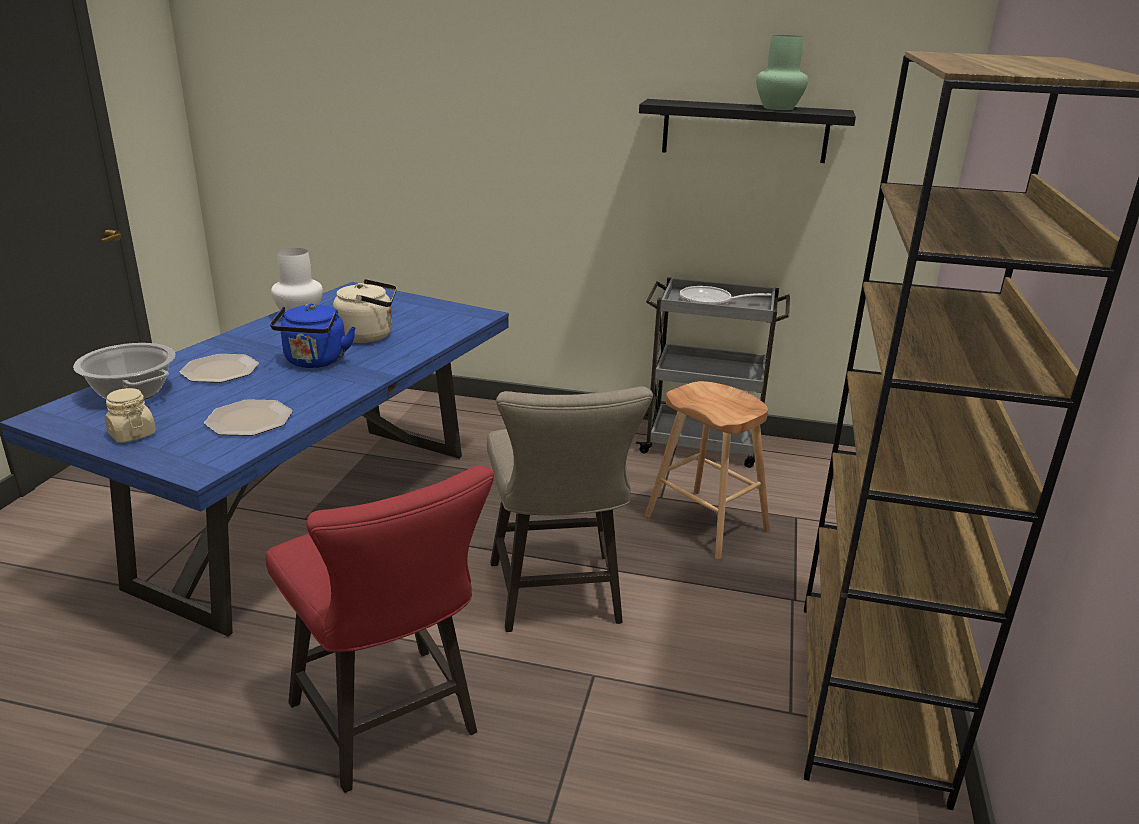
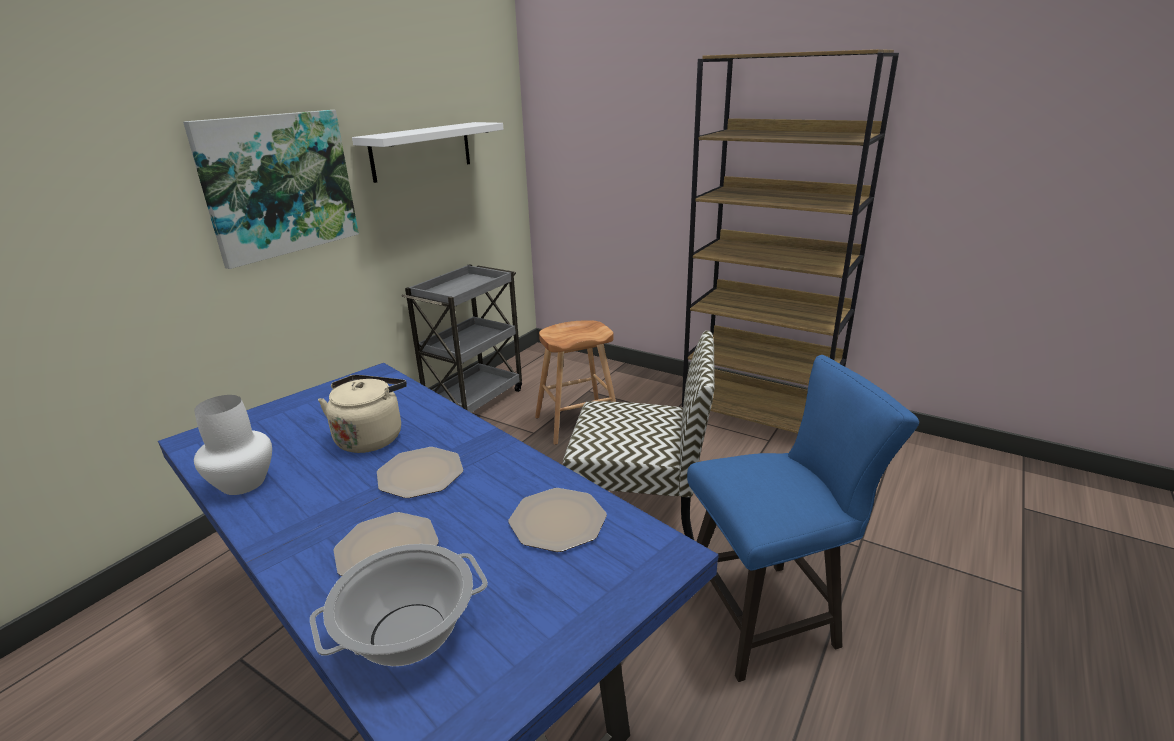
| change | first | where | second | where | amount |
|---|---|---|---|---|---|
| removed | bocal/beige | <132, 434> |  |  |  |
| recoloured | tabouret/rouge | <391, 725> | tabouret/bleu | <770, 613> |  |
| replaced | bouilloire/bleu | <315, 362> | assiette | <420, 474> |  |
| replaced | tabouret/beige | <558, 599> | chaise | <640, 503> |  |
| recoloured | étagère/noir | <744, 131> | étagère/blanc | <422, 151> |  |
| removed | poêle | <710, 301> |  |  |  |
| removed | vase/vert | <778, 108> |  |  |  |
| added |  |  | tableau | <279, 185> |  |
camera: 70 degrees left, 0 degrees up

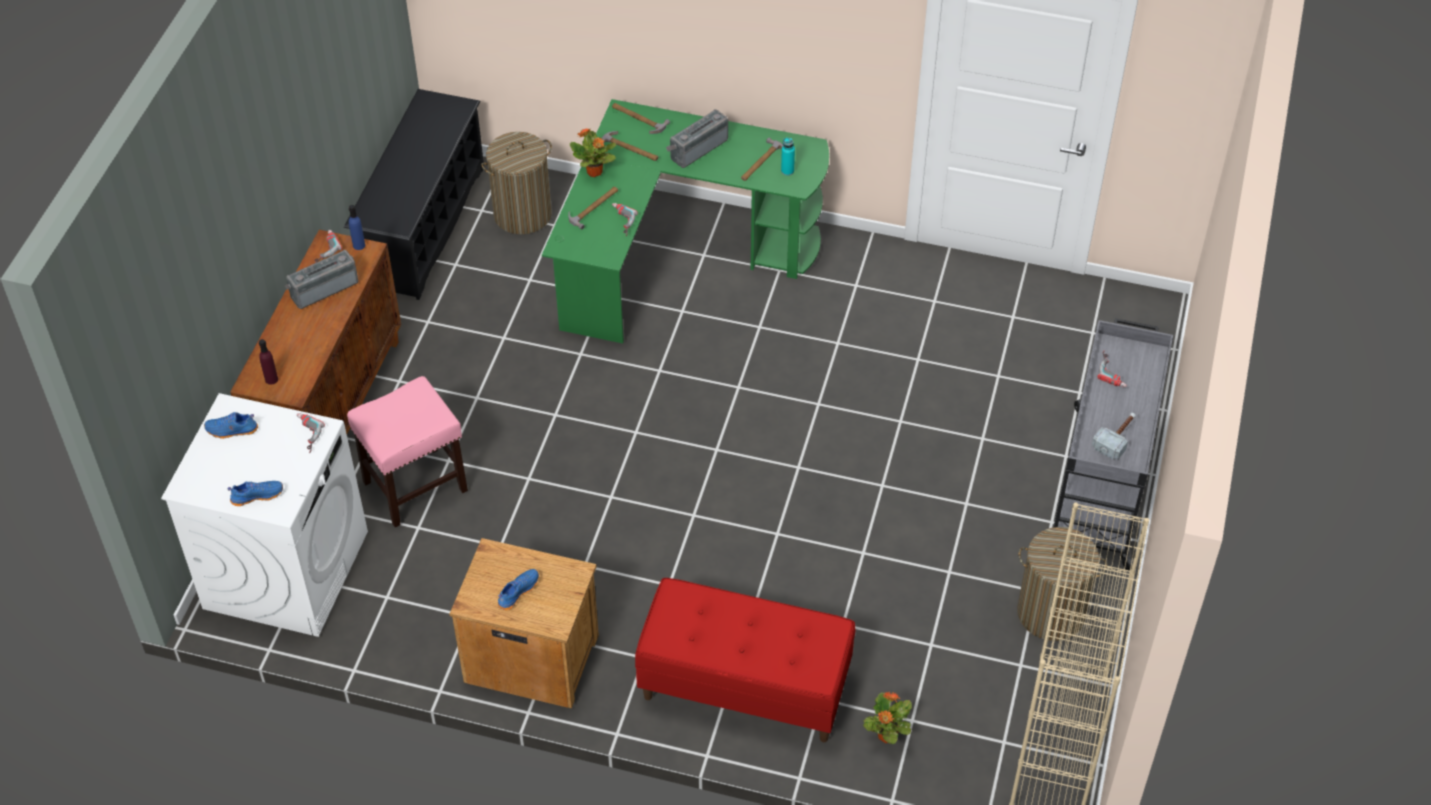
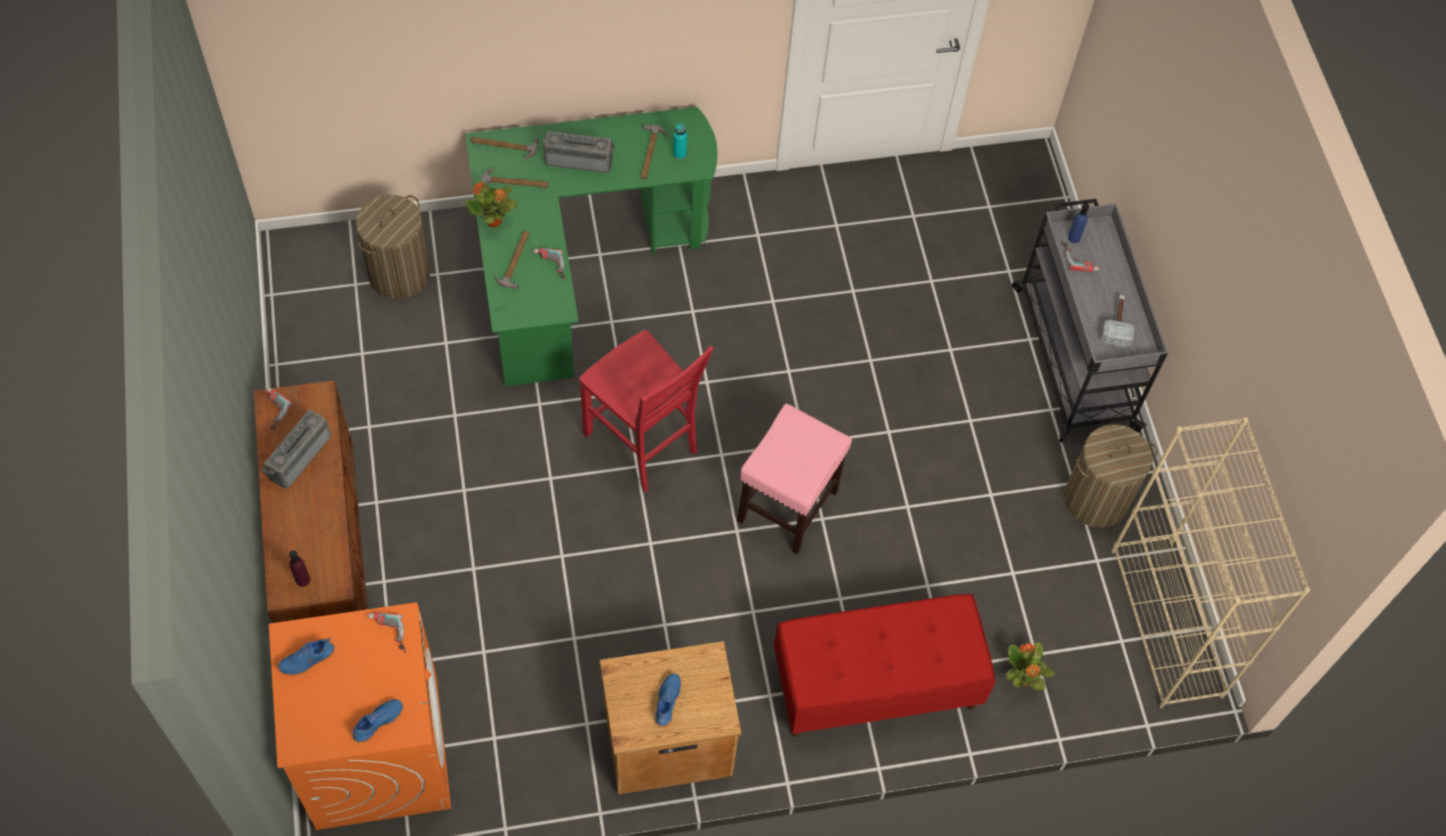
| change | first | where | second | where | amount |
|---|---|---|---|---|---|
| recoloured | lave-linge/blanc | <286, 569> | lave-linge/orange | <377, 751> |  |
| removed | étagère à chaussures/noir | <423, 226> |  |  |  |
| moved | tabouret/rose | <416, 485> |  | <788, 504> |  |
| moved | bouteille/bleu | <359, 245> |  | <1074, 238> |  |
| turned | radio | <697, 148> |  | <579, 159> | 75 degrees clockwise |
| added |  |  | chaise/rouge | <643, 444> |  |
camera: 30 degrees left, 10 degrees up

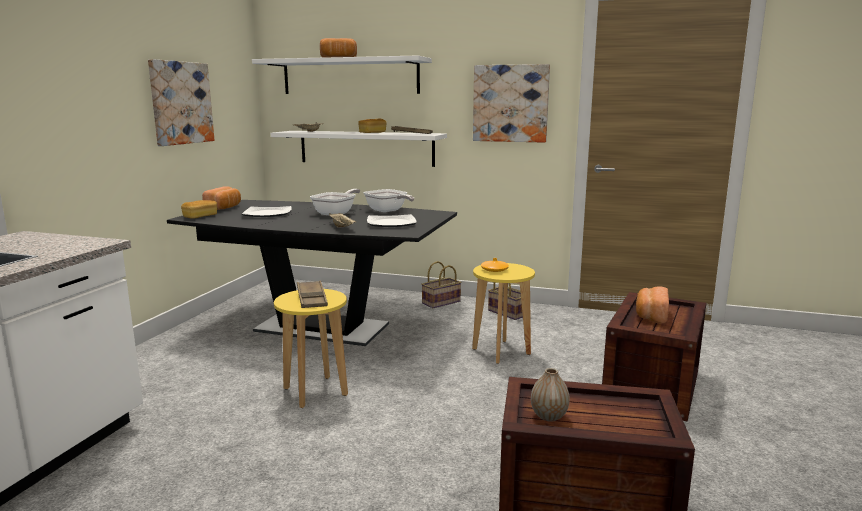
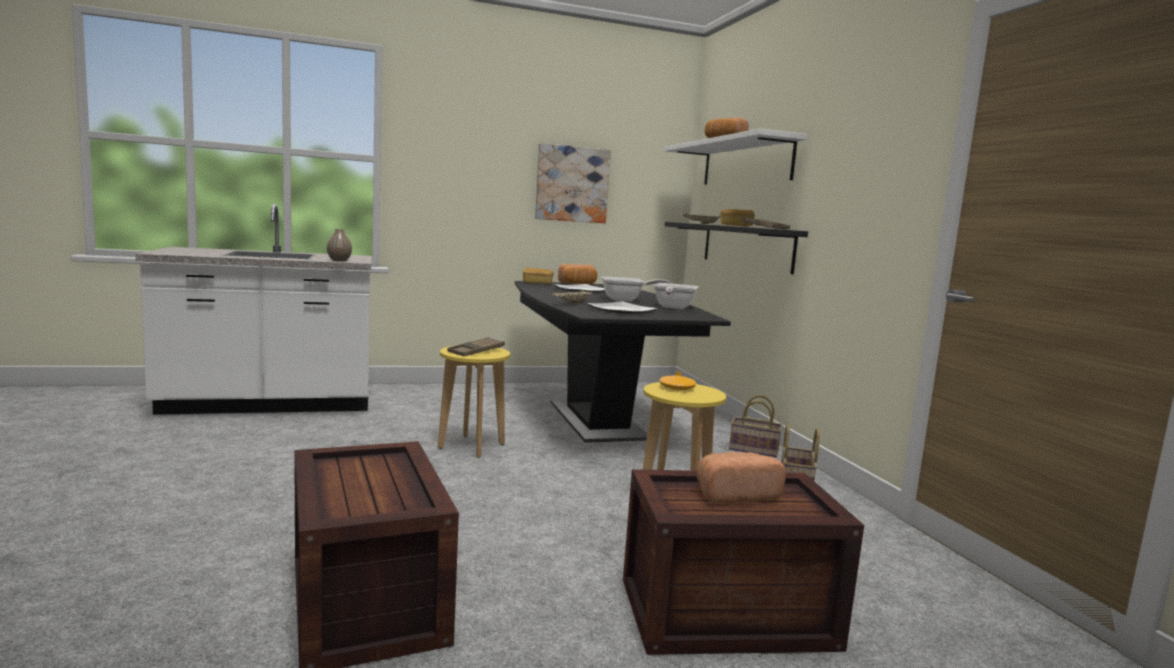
| change | first | where | second | where | amount |
|---|---|---|---|---|---|
| recoloured | étagère/blanc | <366, 148> | étagère/noir | <746, 246> |  |
| removed | tableau | <510, 103> |  |  |  |
| moved | vase | <549, 416> |  | <339, 260> |  |
camera: 55 degrees right, 5 degrees down

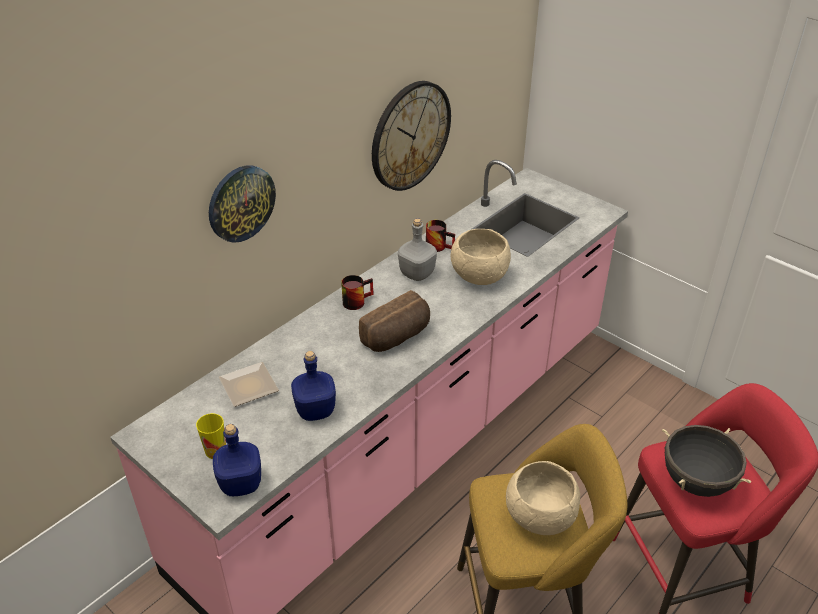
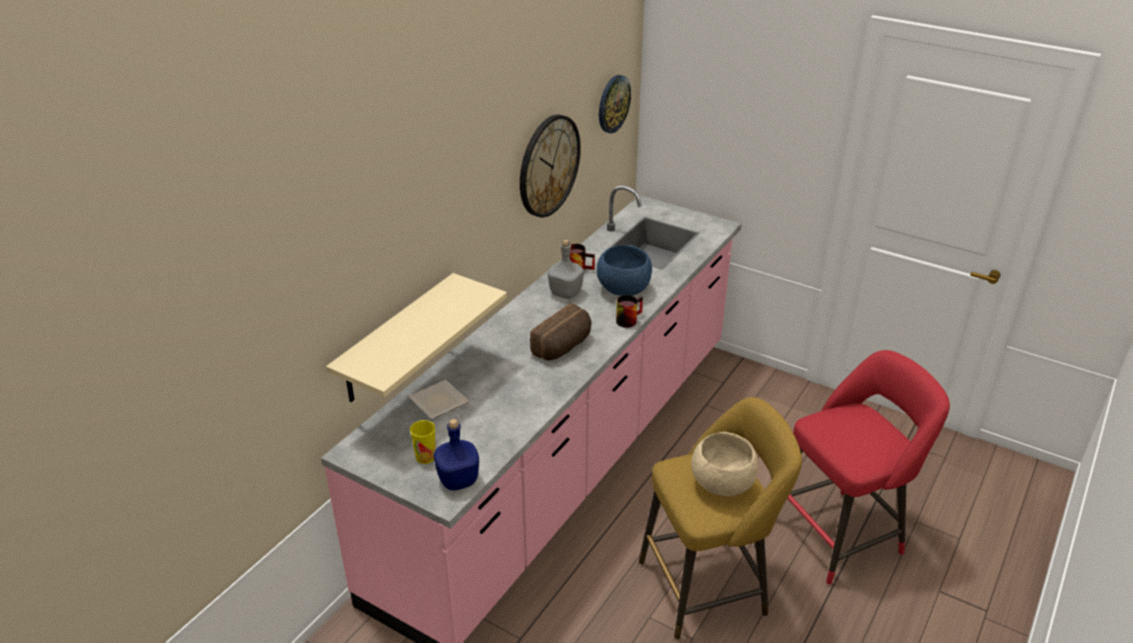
| change | first | where | second | where | amount |
|---|---|---|---|---|---|
| moved | horloge murale | <241, 203> |  | <613, 103> |  |
| removed | bouteille/bleu | <316, 410> |  |  |  |
| moved | mug | <356, 300> |  | <627, 319> |  |
| recoloured | bol/beige | <479, 277> | bol/bleu | <623, 290> |  |
| removed | marmite/noir | <696, 482> |  |  |  |
| added |  |  | étagère/beige | <396, 339> |  |
camera: 10 degrees left, 5 degrees down

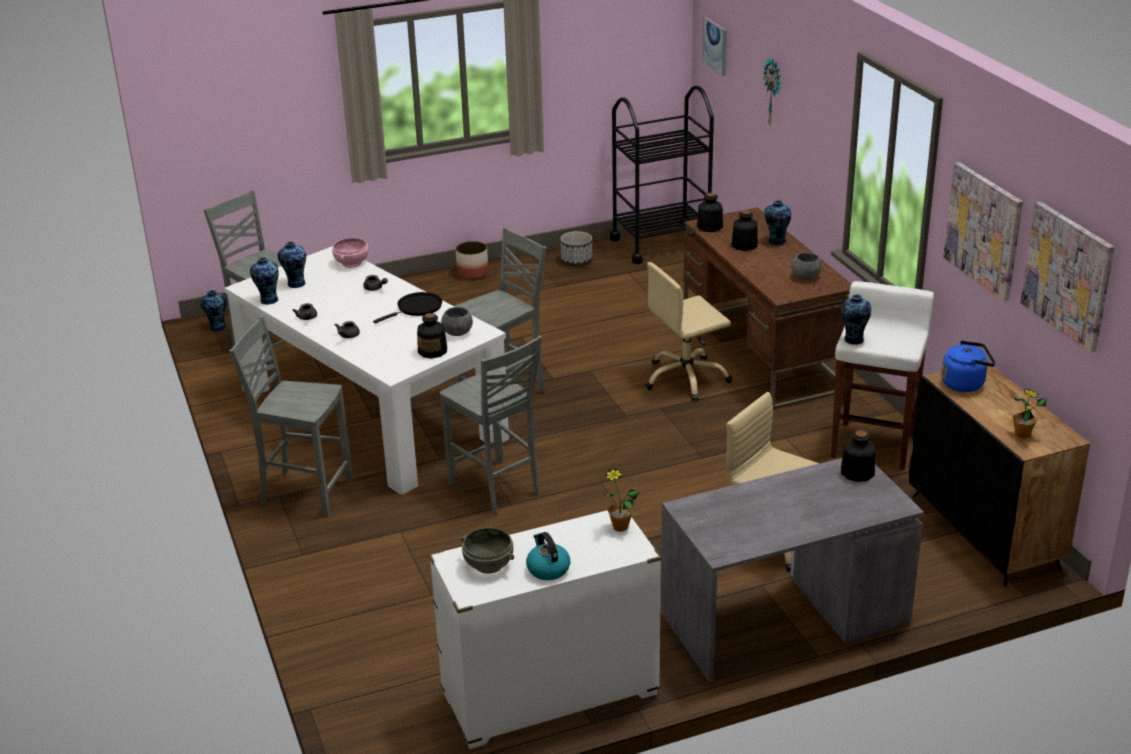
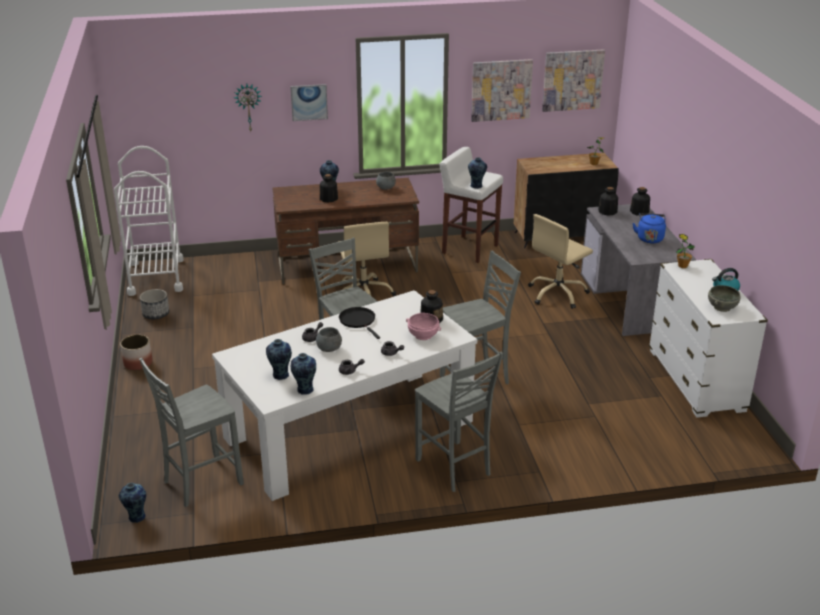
| change | first | where | second | where | amount |
|---|---|---|---|---|---|
| turned | chaise/gris | <304, 492> |  | <454, 468> | 60 degrees counterclockwise |
| moved | bol/rose | <352, 263> |  | <423, 335> |  |
| moved | bol/gris | <457, 333> |  | <329, 349> |  |
| recoloured | chariot/noir | <661, 243> | chariot/blanc | <156, 277> |  |
| moved | bouteille | <709, 227> |  | <639, 212> |  |
| moved | tableau | <715, 46> |  | <309, 102> |  |
| moved | bouilloire/bleu | <965, 383> |  | <649, 238> |  |
camera: 80 degrees left, 0 degrees up

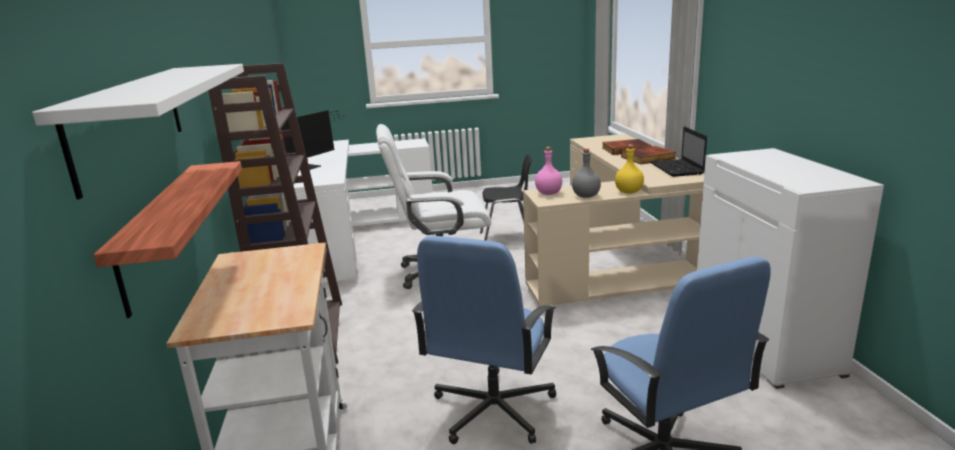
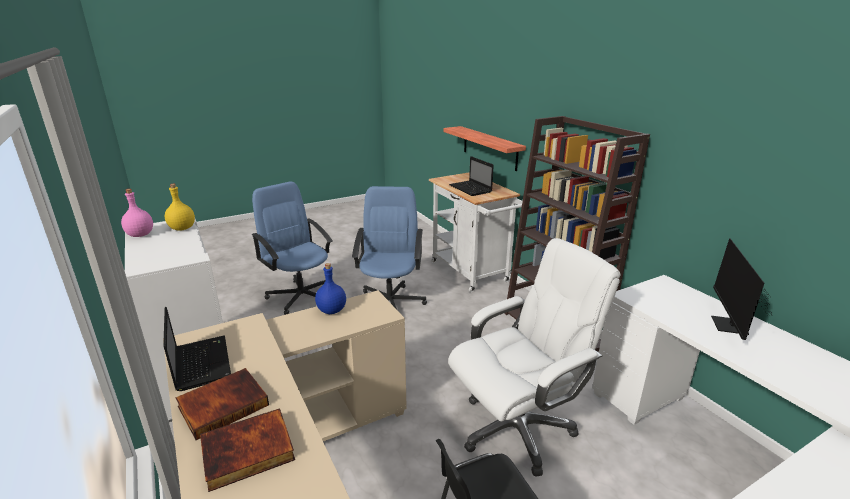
| change | first | where | second | where | amount |
|---|---|---|---|---|---|
| removed | étagère/blanc | <130, 121> |  |  |  |
| moved | bouteille/rose | <548, 193> |  | <140, 234> |  |
| recoloured | bouteille/gris | <585, 196> | bouteille/bleu | <332, 310> |  |
| moved | bouteille/jaune | <628, 192> |  | <183, 228> |  |
| added |  |  | ordinateur portable | <471, 189> |  |
camera: 160 degrees right, 5 degrees up

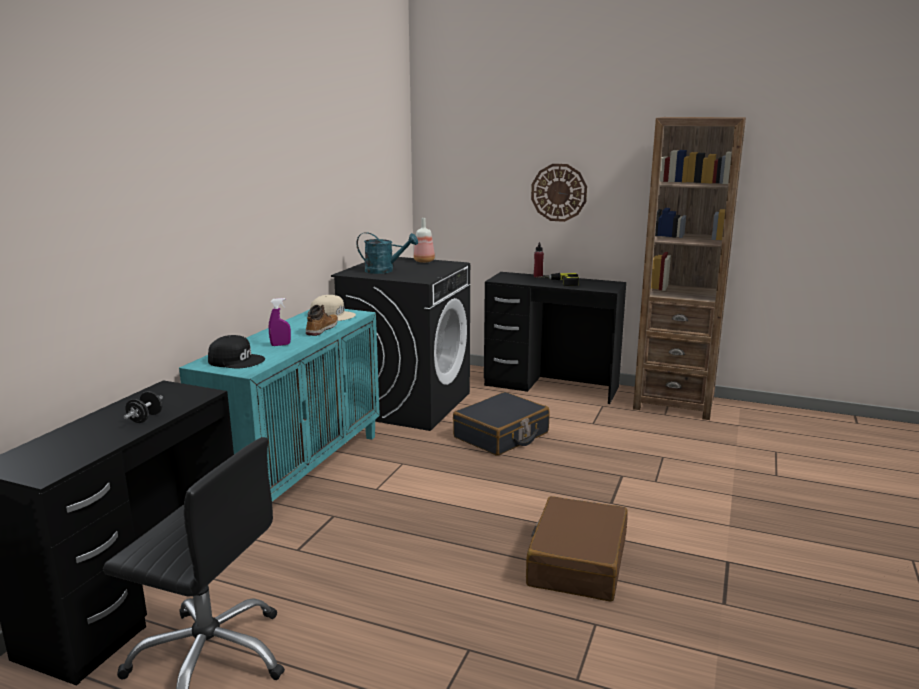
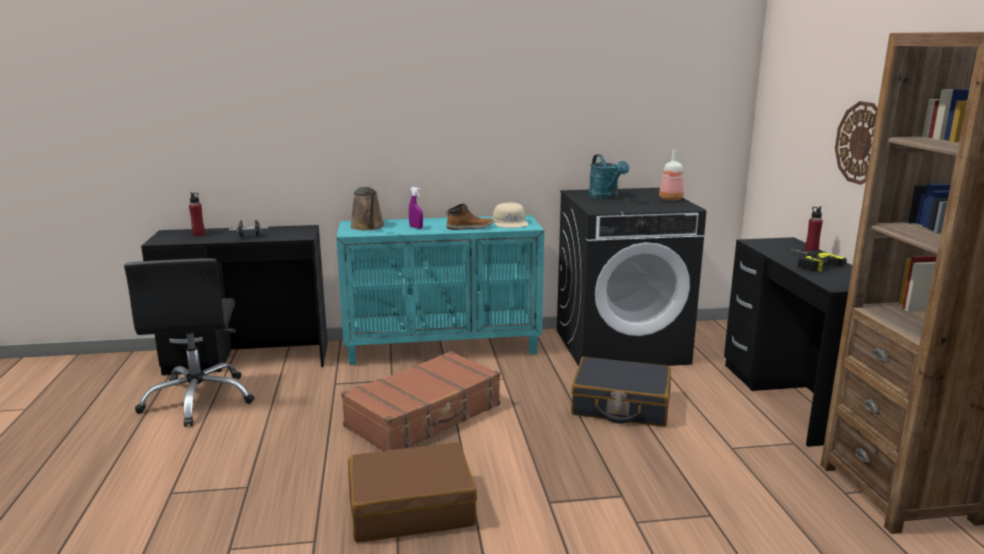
| change | first | where | second | where | amount |
|---|---|---|---|---|---|
| replaced | casquette/noir | <236, 360> | arrosoir/marron | <368, 227> |  |
| added |  |  | bouteille/rouge | <198, 234> |  |
| added |  |  | valise/marron | <425, 416> |  |
camera: 60 degrees right, 0 degrees up

